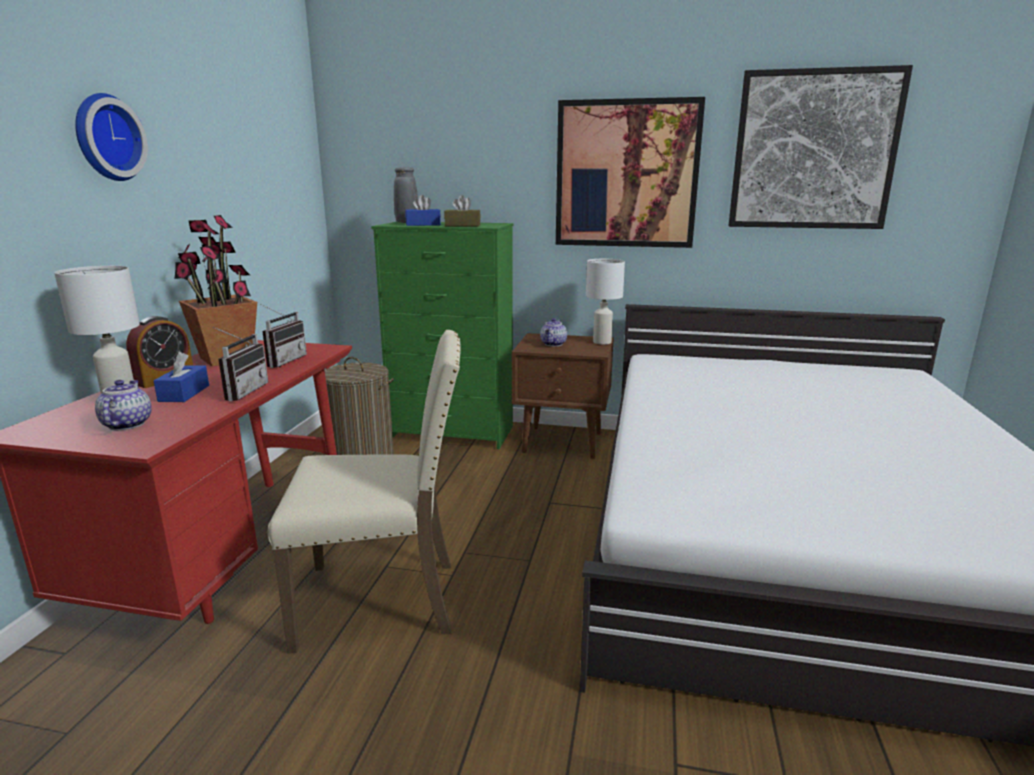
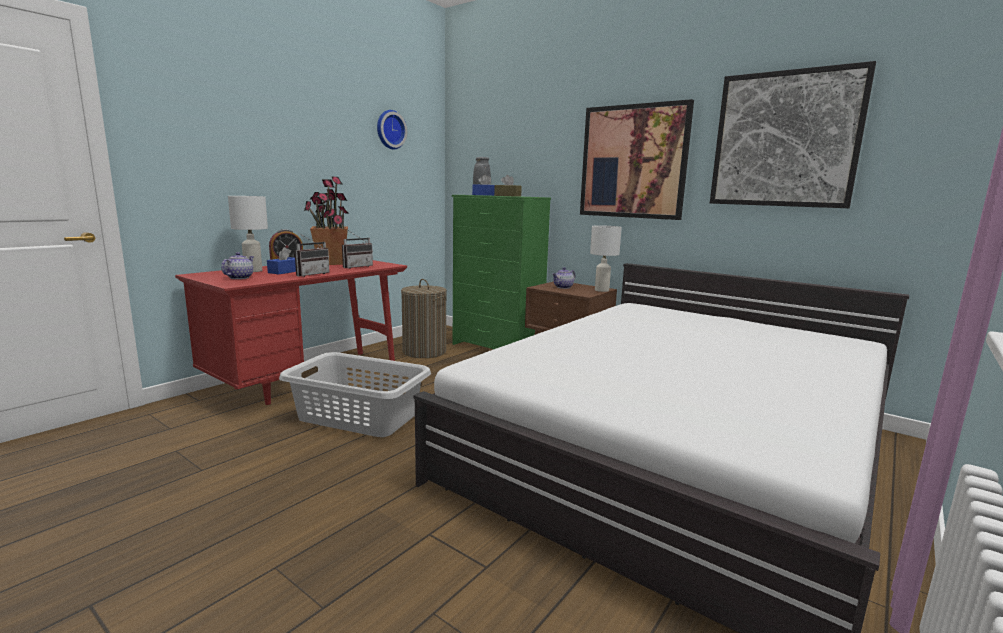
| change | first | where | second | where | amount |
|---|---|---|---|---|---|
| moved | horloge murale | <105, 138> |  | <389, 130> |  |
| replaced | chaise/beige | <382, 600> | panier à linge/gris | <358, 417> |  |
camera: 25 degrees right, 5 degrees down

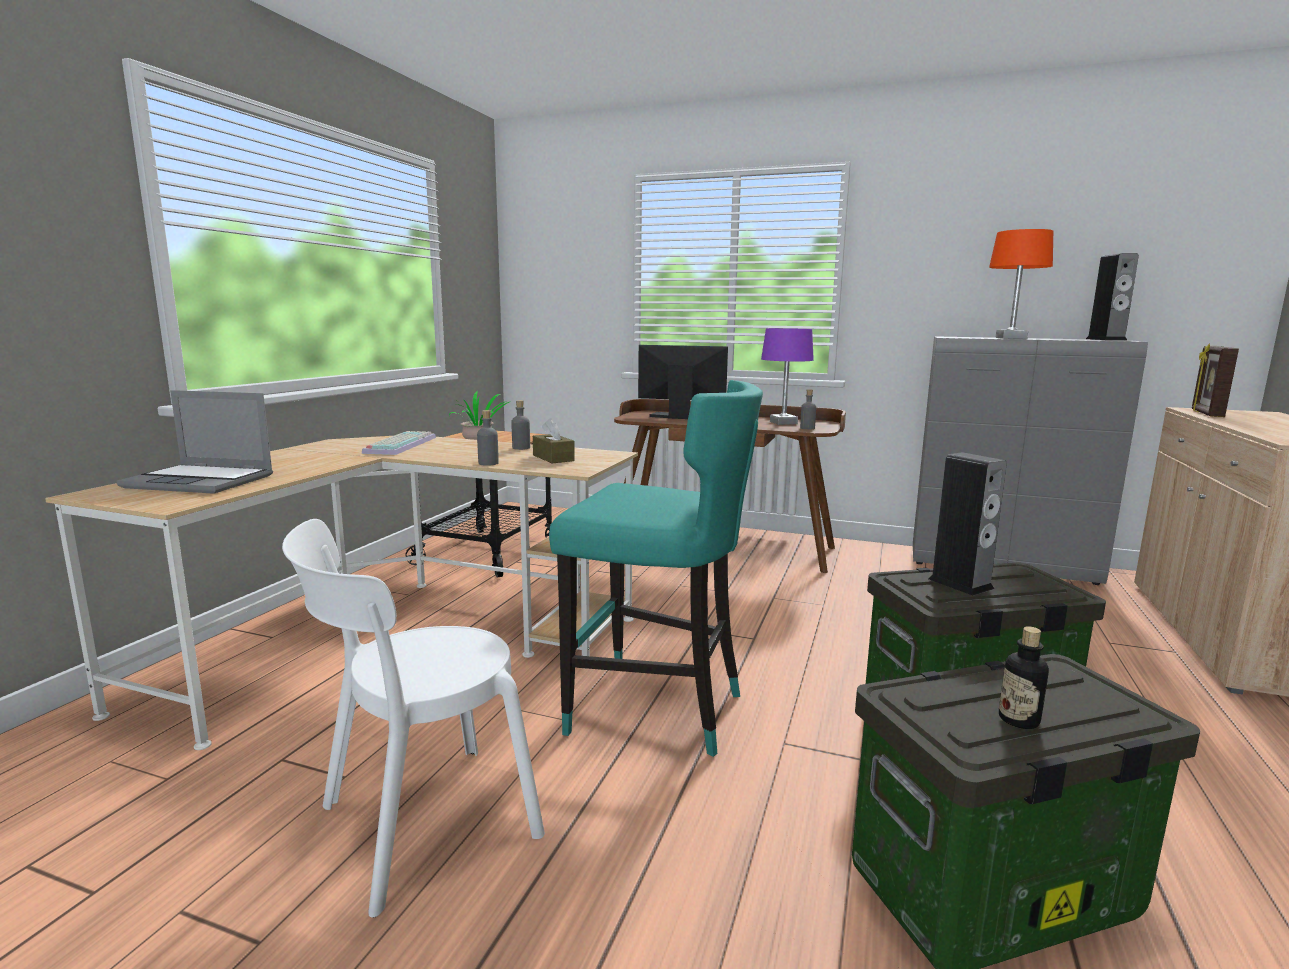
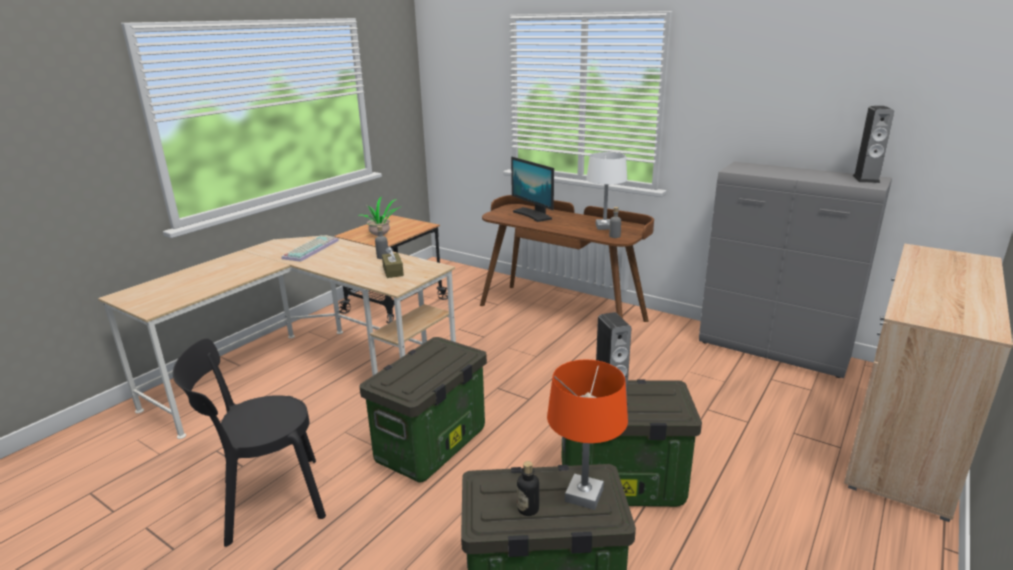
| change | first | where | second | where | amount |
|---|---|---|---|---|---|
| removed | ordinateur portable | <202, 481> |  |  |  |
| recoloured | chaise/blanc | <419, 825> | chaise/noir | <266, 501> |  |
| removed | bouteille/gris | <488, 463> |  |  |  |
| replaced | tabouret/turquoise | <657, 710> | boîte de rangement | <431, 447> |  |
| turned | écran d'ordinateur | <680, 417> |  | <533, 215> | 150 degrees counterclockwise |
| recoloured | lampe de table/violet | <783, 423> | lampe de table/blanc | <604, 227> |  |
| moved | lampe de table/orange | <1011, 338> |  | <584, 495> |  |
| removed | cadre photo | <1206, 414> |  |  |  |
camera: 15 degrees right, 10 degrees up

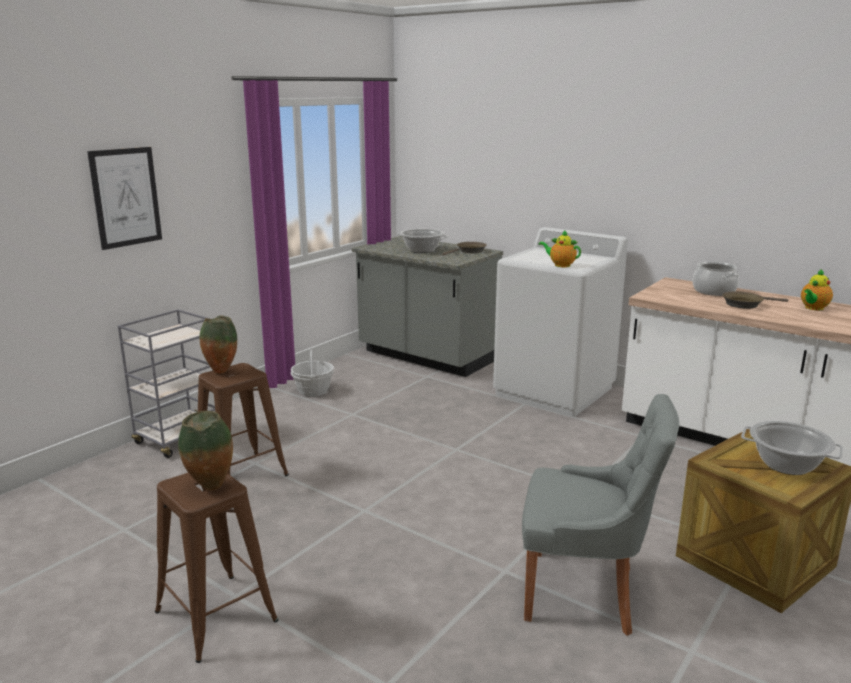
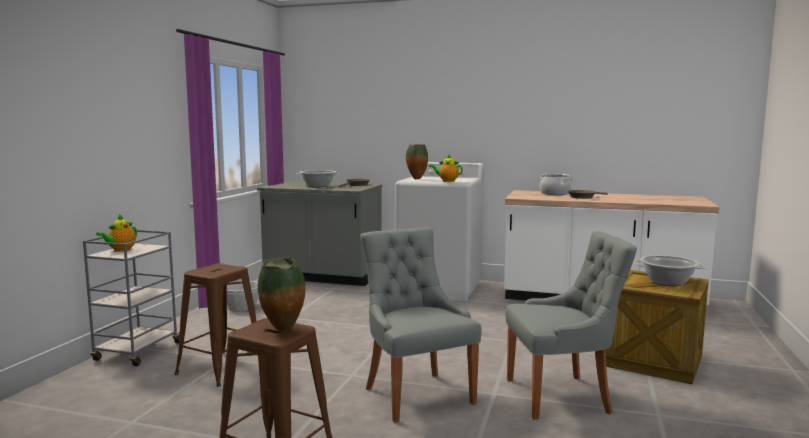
| change | first | where | second | where | amount |
|---|---|---|---|---|---|
| removed | tableau | <126, 197> |  |  |  |
| moved | vase | <221, 371> |  | <416, 179> |  |
| moved | théière | <813, 308> |  | <120, 250> |  |
| added |  |  | chaise/gris | <416, 394> |  |
camera: 20 degrees left, 10 degrees down

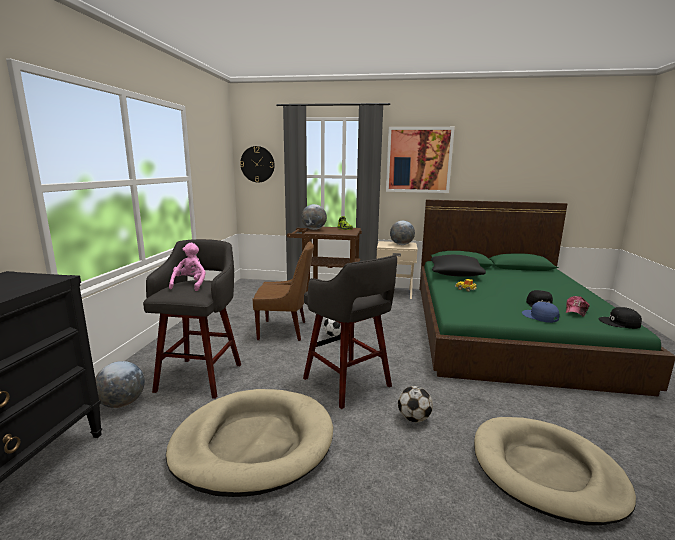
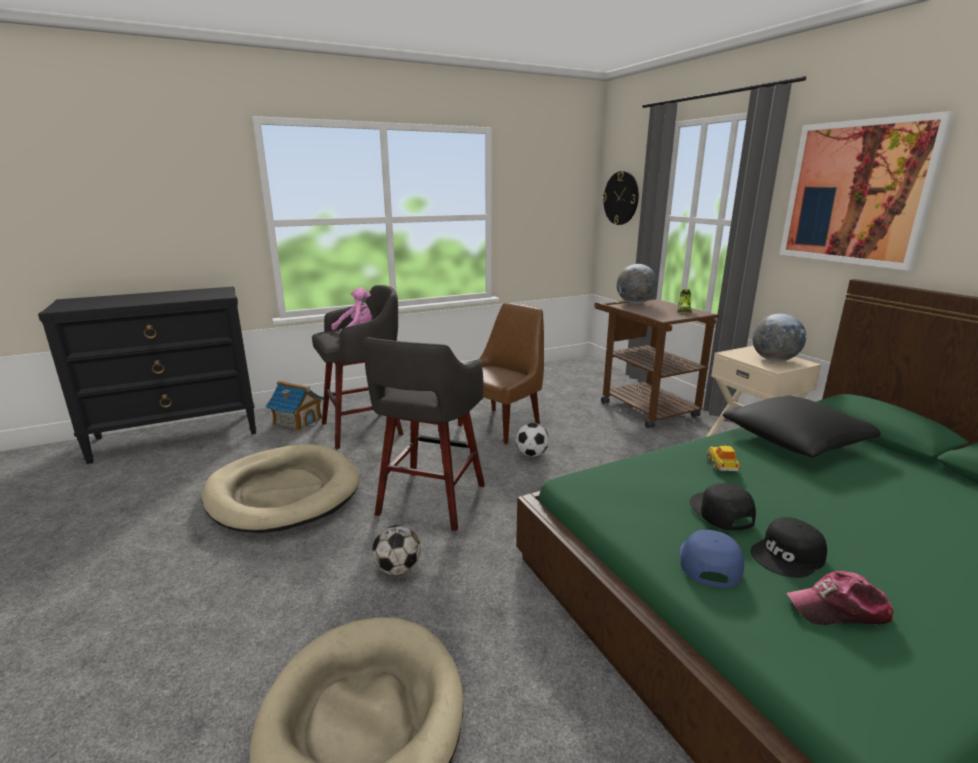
| change | first | where | second | where | amount |
|---|---|---|---|---|---|
| replaced | globe | <122, 403> | maison miniature | <297, 421> |  |
| turned | chaise/marron | <285, 330> |  | <501, 425> | 105 degrees counterclockwise |
| moved | casquette/noir | <619, 323> |  | <720, 512> |  |
camera: 55 degrees right, 5 degrees up

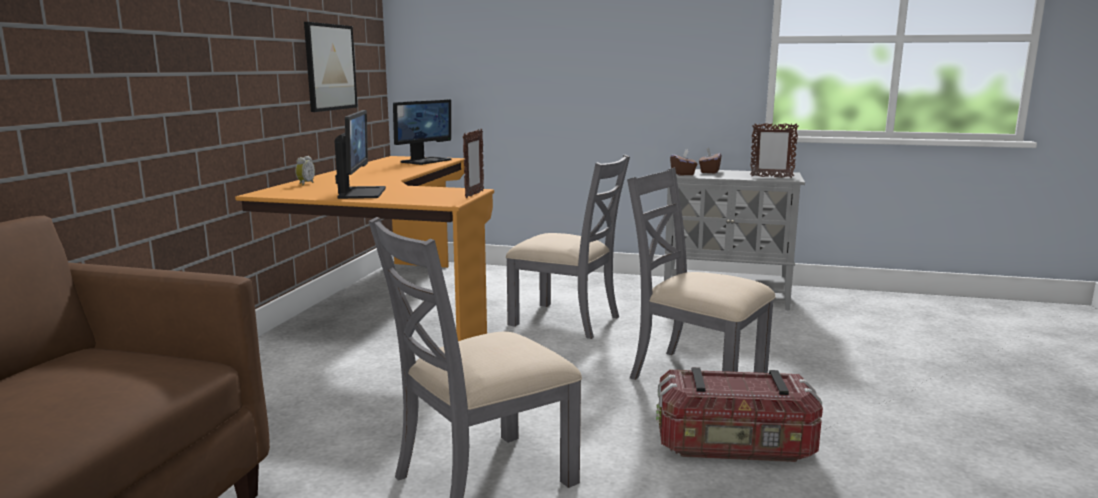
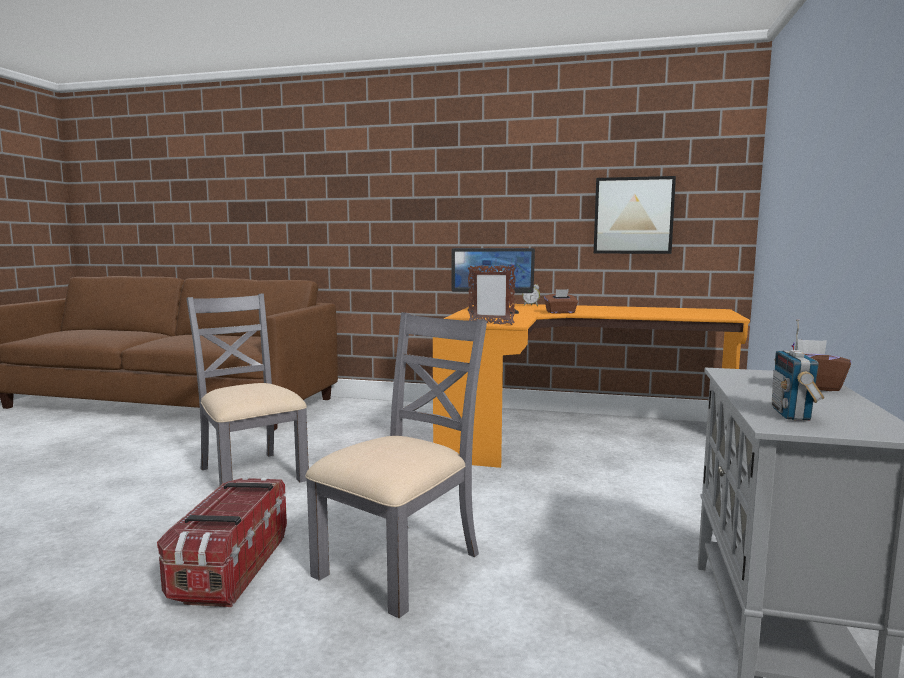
| change | first | where | second | where | amount |
|---|---|---|---|---|---|
| removed | écran d'ordinateur | <425, 161> |  |  |  |
| removed | chaise/gris | <566, 320> |  |  |  |
| moved | boîte à mouchoirs/marron | <683, 173> |  | <560, 312> |  |
| replaced | cadre photo | <771, 177> | radio | <792, 414> |  |
camera: 90 degrees right, 5 degrees down

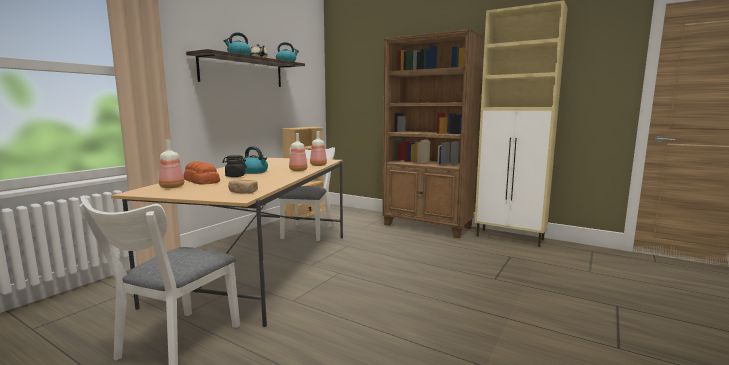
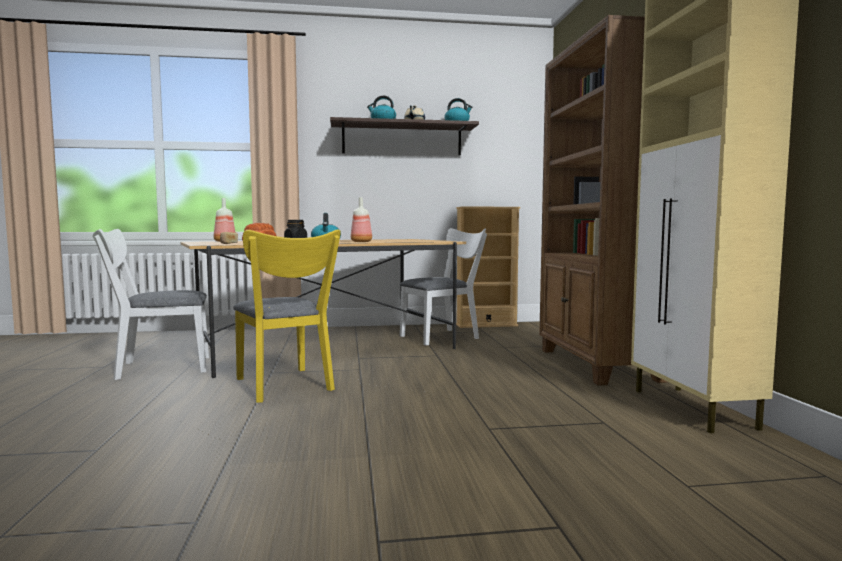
| change | first | where | second | where | amount |
|---|---|---|---|---|---|
| removed | bouteille | <318, 165> |  |  |  |
| added |  |  | chaise/jaune | <285, 386> |  |
camera: 50 degrees right, 5 degrees down

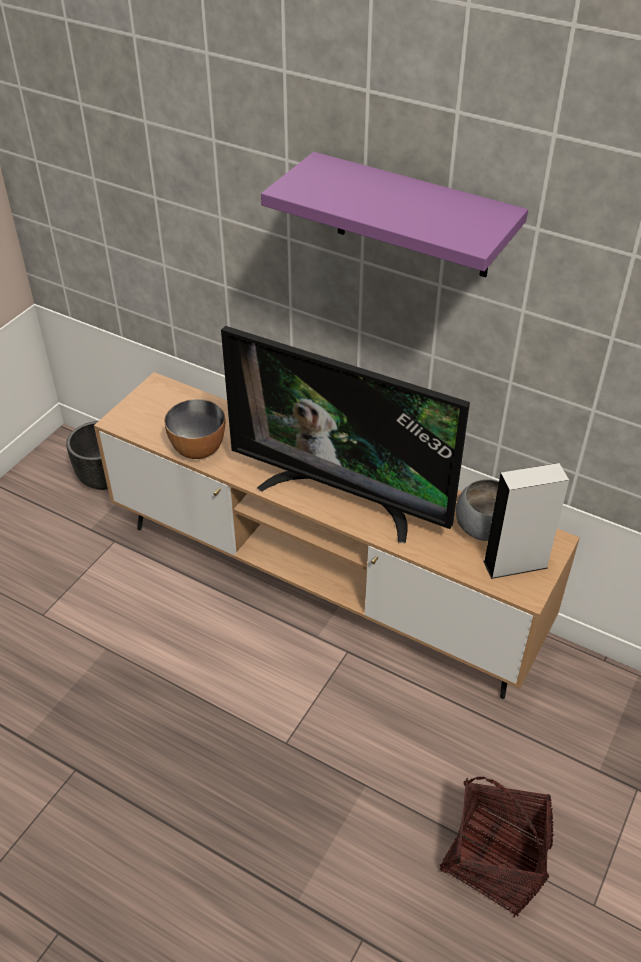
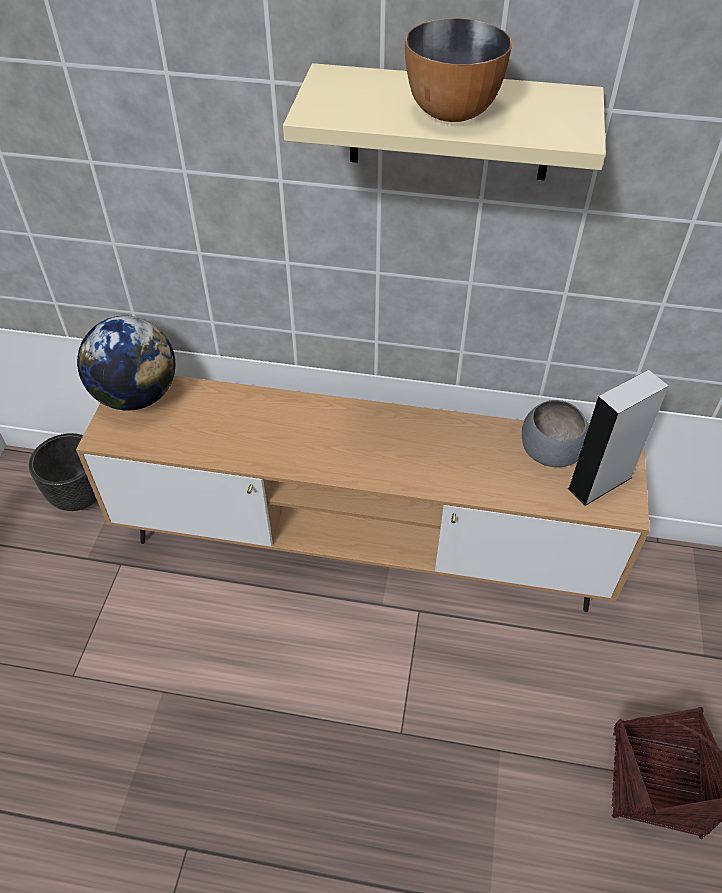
| change | first | where | second | where | amount |
|---|---|---|---|---|---|
| moved | bol | <198, 449> |  | <452, 112> |  |
| removed | téléviseur | <342, 496> |  |  |  |
| recoloured | étagère/violet | <413, 217> | étagère/beige | <450, 124> |  |
| added |  |  | globe | <137, 395> |  |
camera: 20 degrees left, 5 degrees up

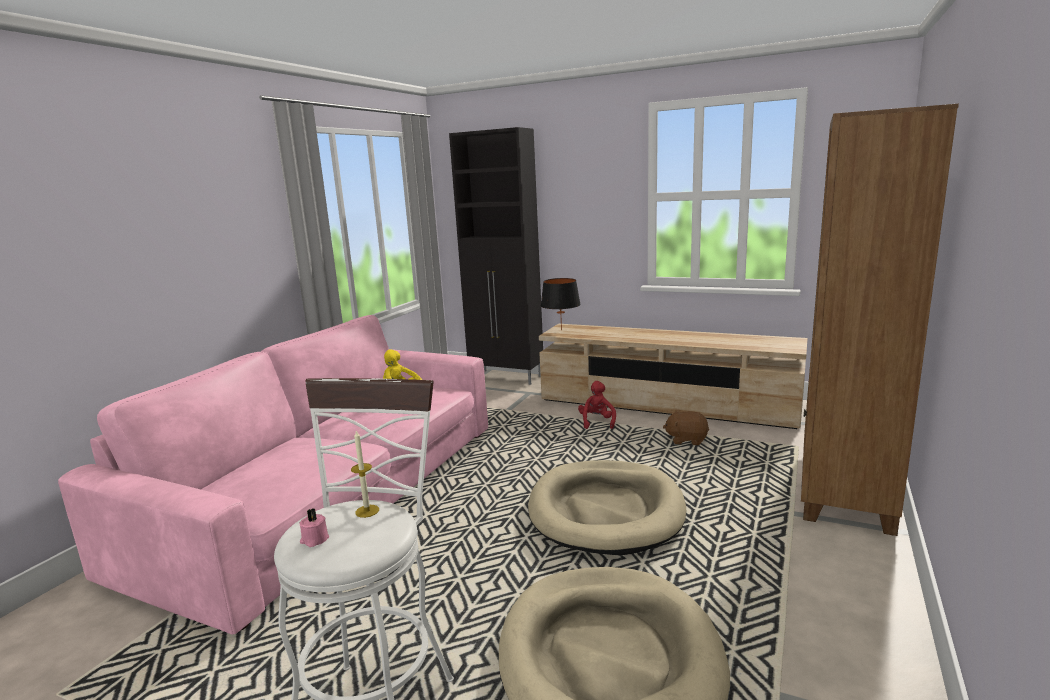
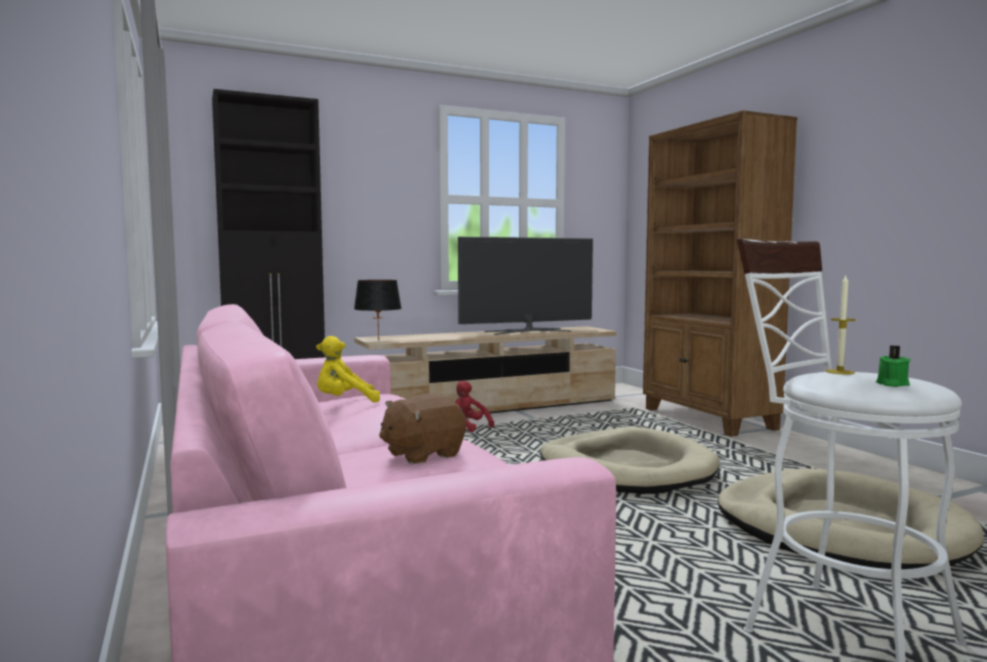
| change | first | where | second | where | amount |
|---|---|---|---|---|---|
| recoloured | bougie/rose | <314, 540> | bougie/vert | <891, 384> |  |
| moved | peluche/marron | <686, 440> |  | <422, 454> |  |
| added |  |  | téléviseur | <528, 331> |  |
camera: 50 degrees left, 10 degrees down

